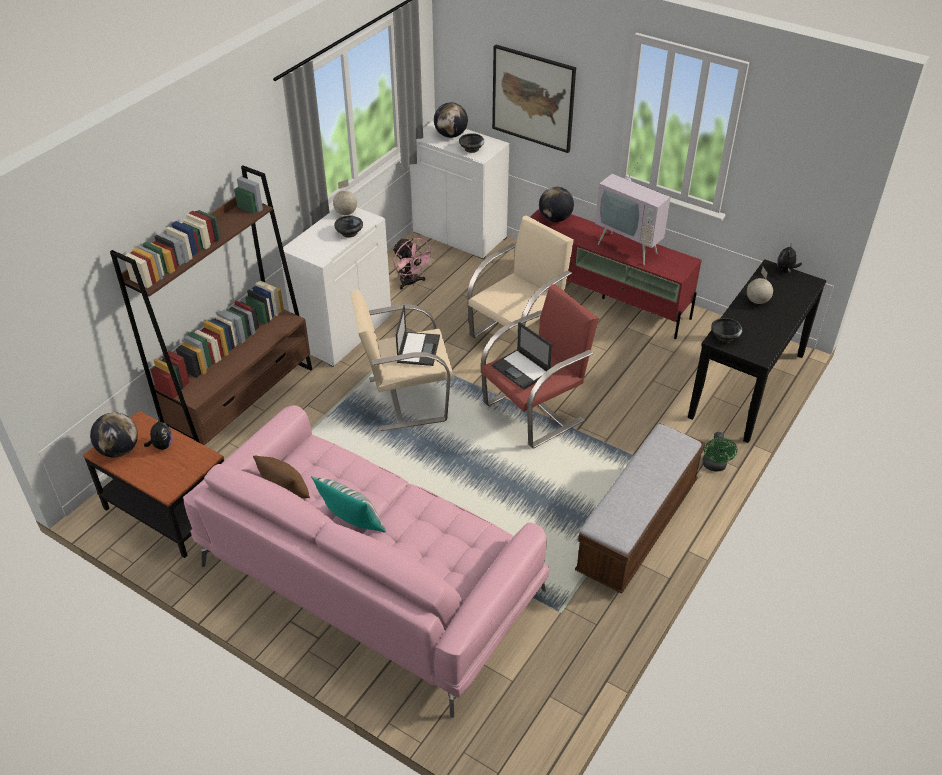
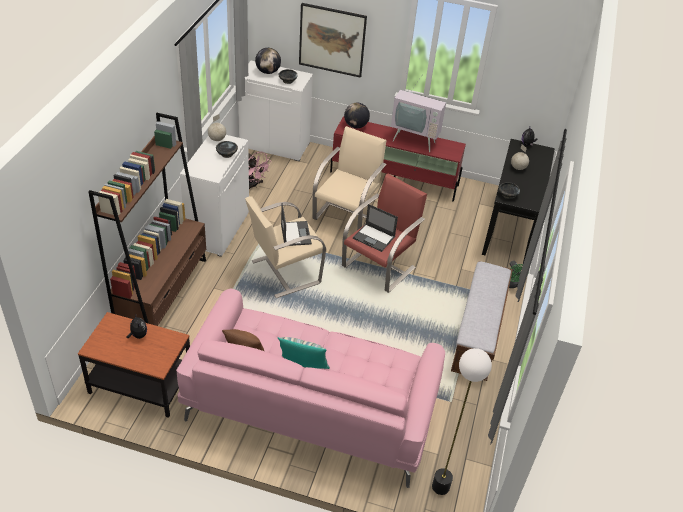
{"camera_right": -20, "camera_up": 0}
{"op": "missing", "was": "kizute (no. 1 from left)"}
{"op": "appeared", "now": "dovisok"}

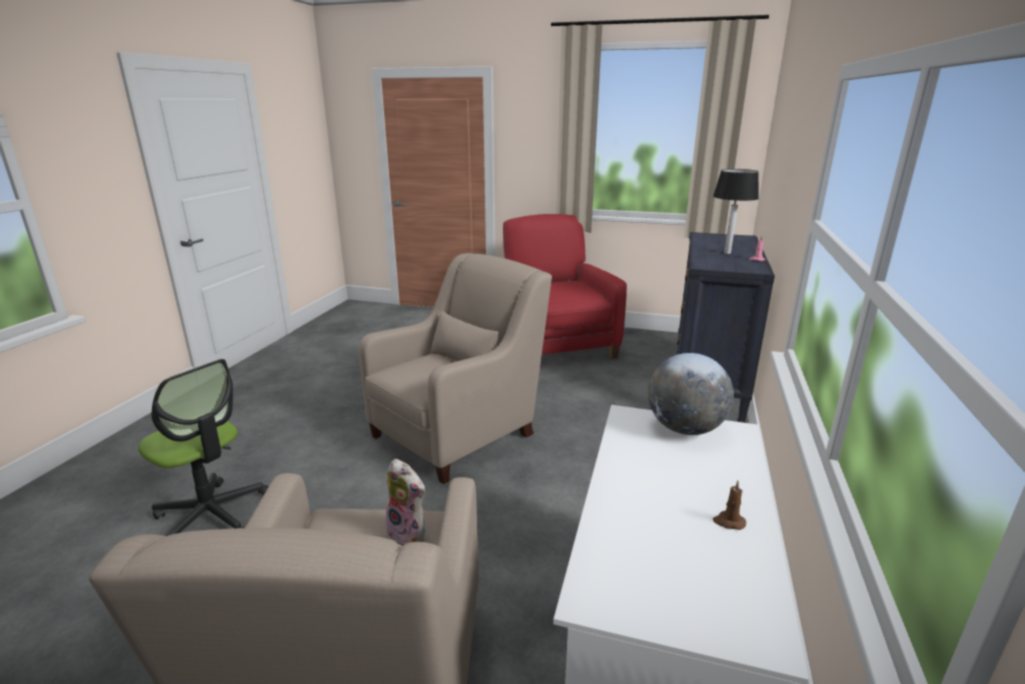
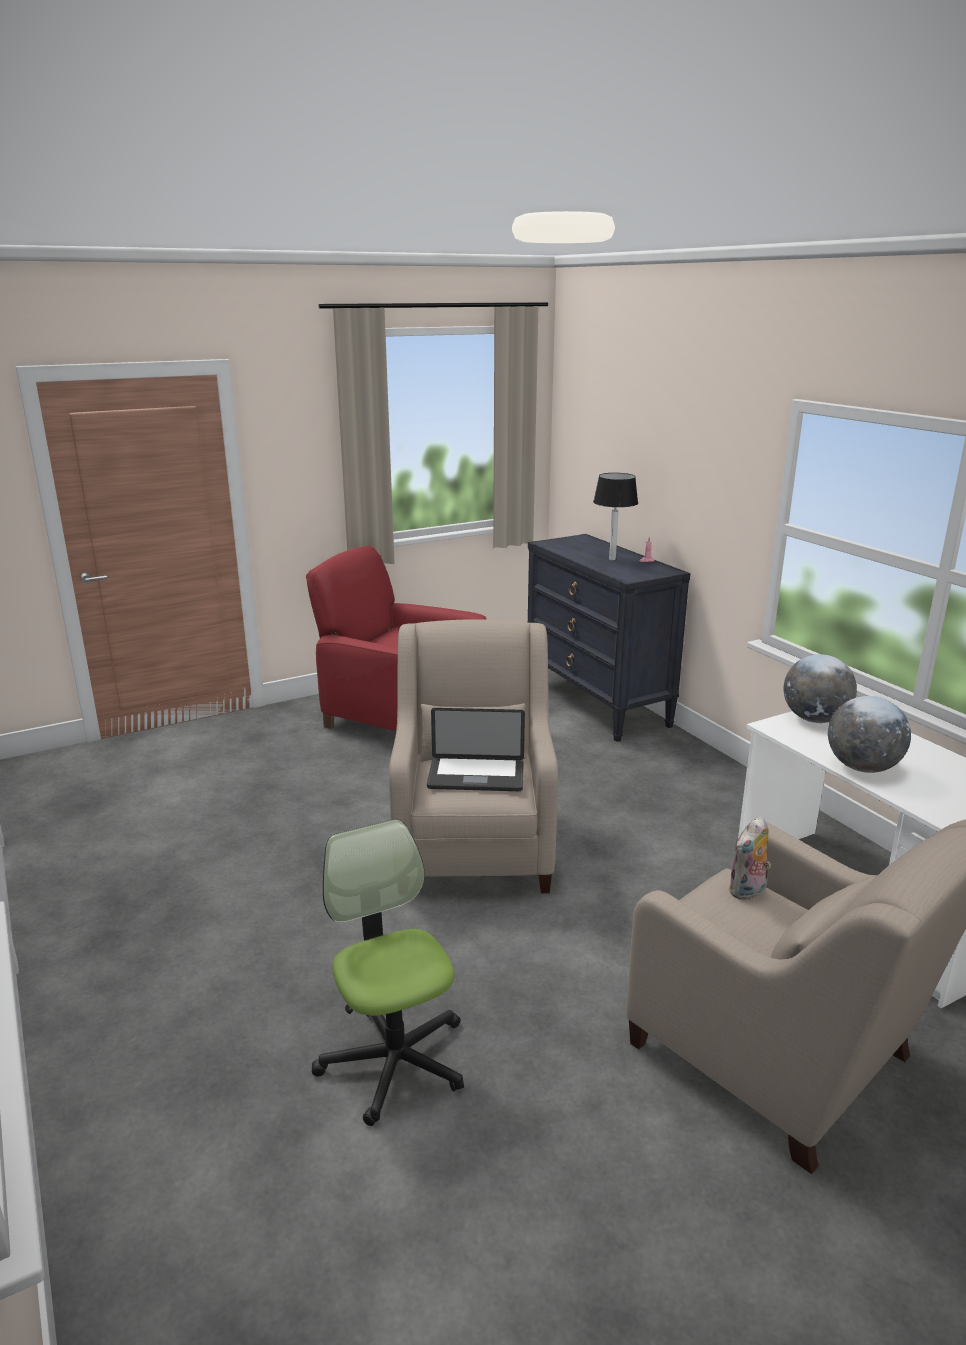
{"camera_right": -45, "camera_up": 0}
{"op": "missing", "was": "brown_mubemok"}
{"op": "appeared", "now": "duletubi"}
{"op": "appeared", "now": "kizute (no. 2 from left)"}
{"op": "spun", "was": "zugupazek", "clockwise": -105}
{"op": "spun", "was": "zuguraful", "clockwise": 150}

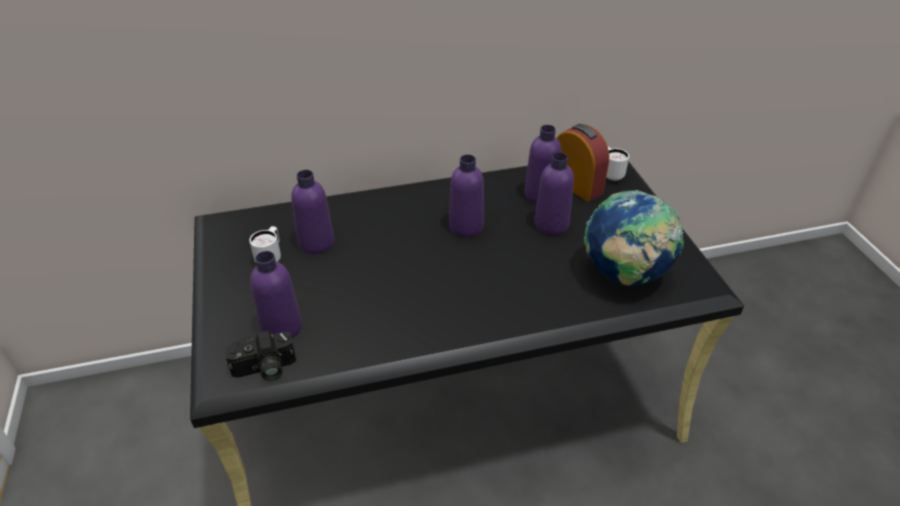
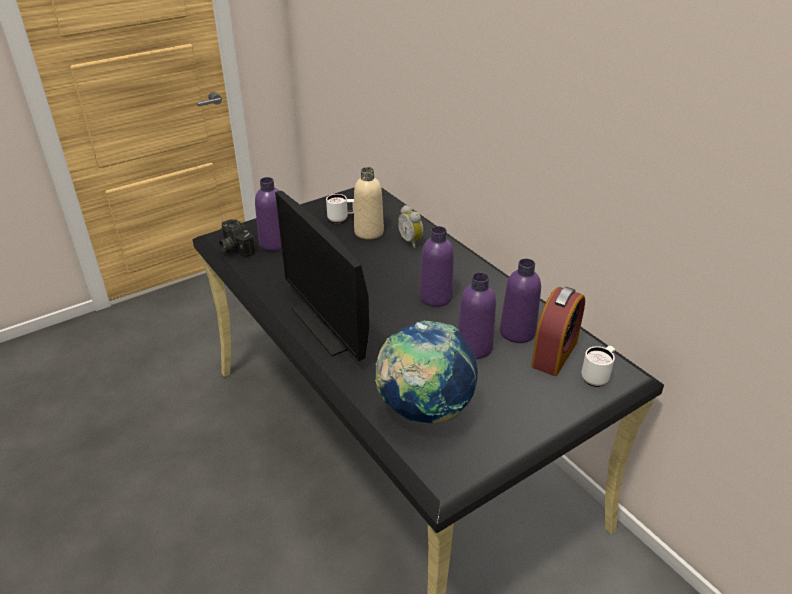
{"camera_right": 70, "camera_up": -5}
{"op": "appeared", "now": "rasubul"}
{"op": "appeared", "now": "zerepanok (no. 1 from left)"}
{"op": "colour", "was": "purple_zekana (no. 2 from left)", "now": "beige_zekana"}

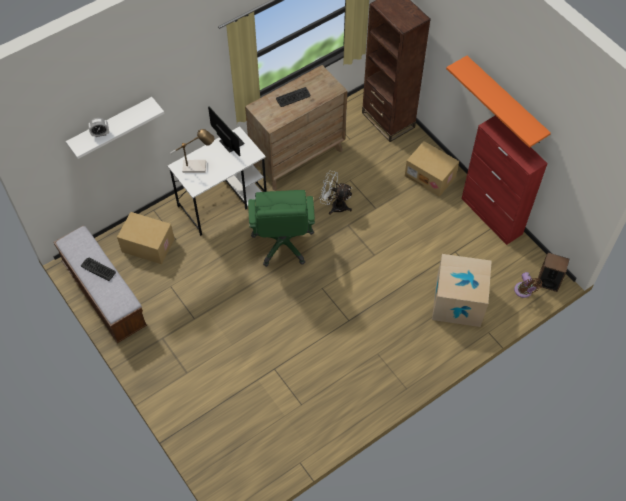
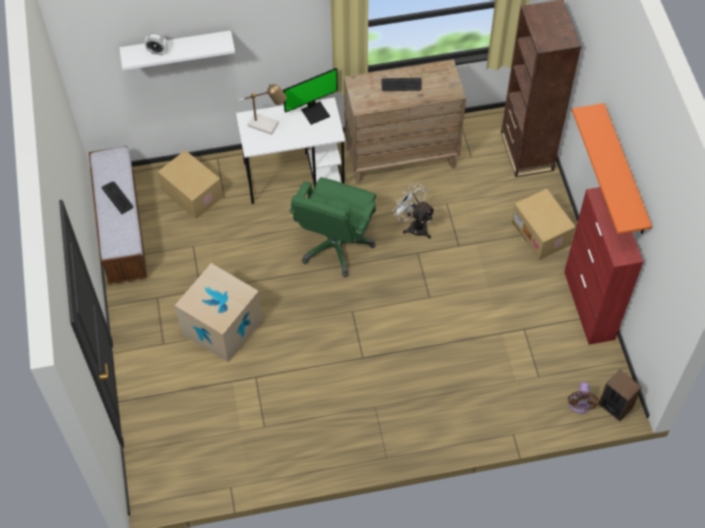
{"camera_right": 25, "camera_up": 0}
{"op": "relocated", "was": "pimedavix (no. 3 from left in the first image)", "now": "pimedavix (no. 2 from left)"}
{"op": "spun", "was": "rasubul", "clockwise": 75}

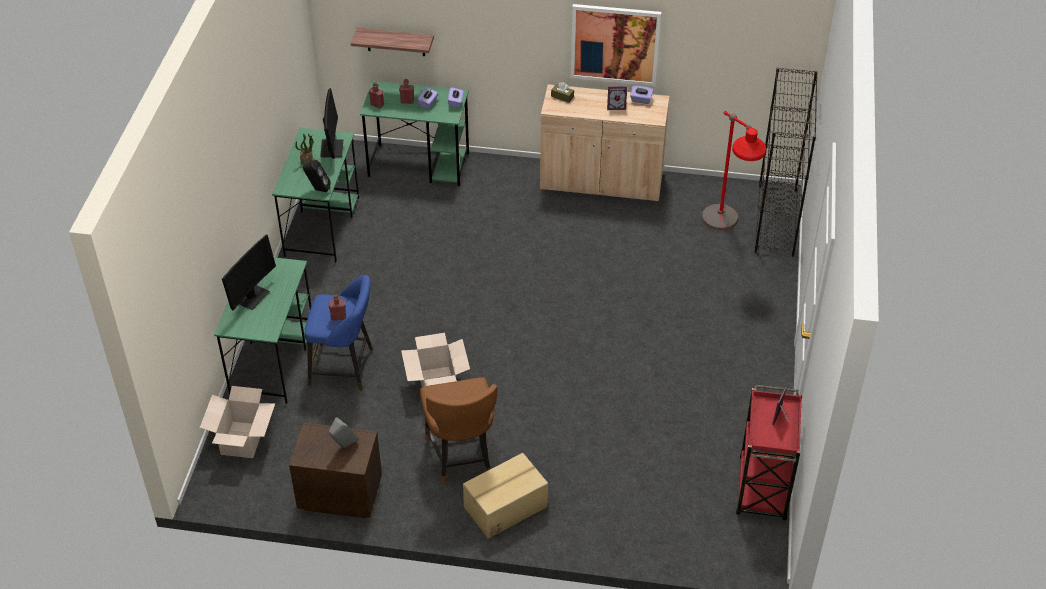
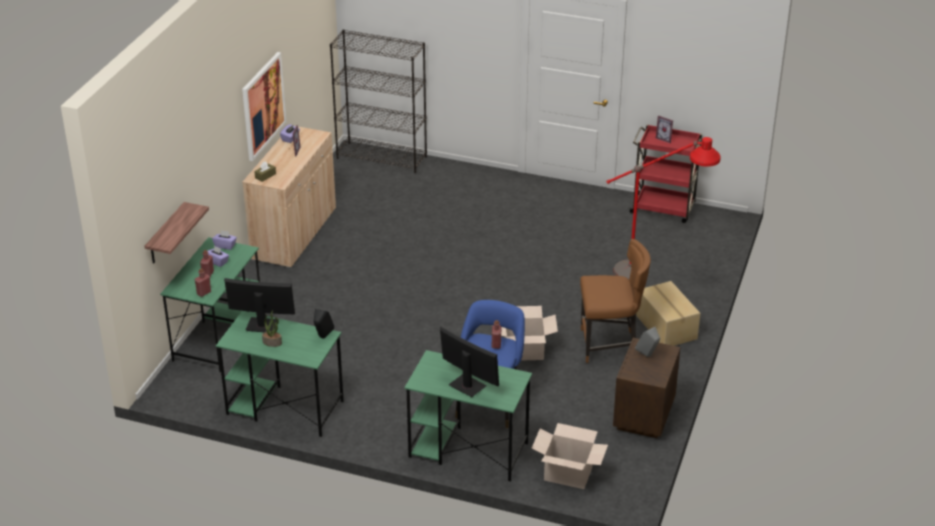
{"camera_right": -80, "camera_up": -10}
{"op": "relocated", "was": "red_dovisok"}

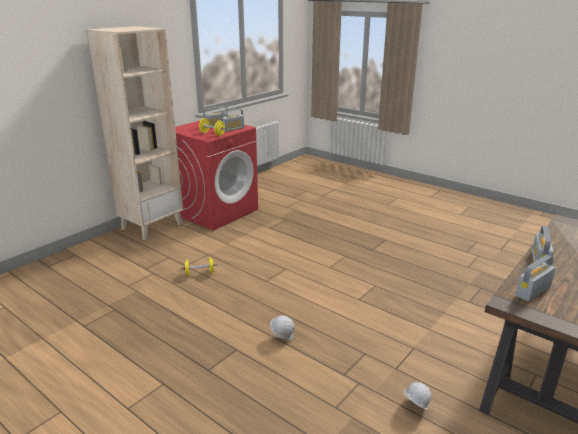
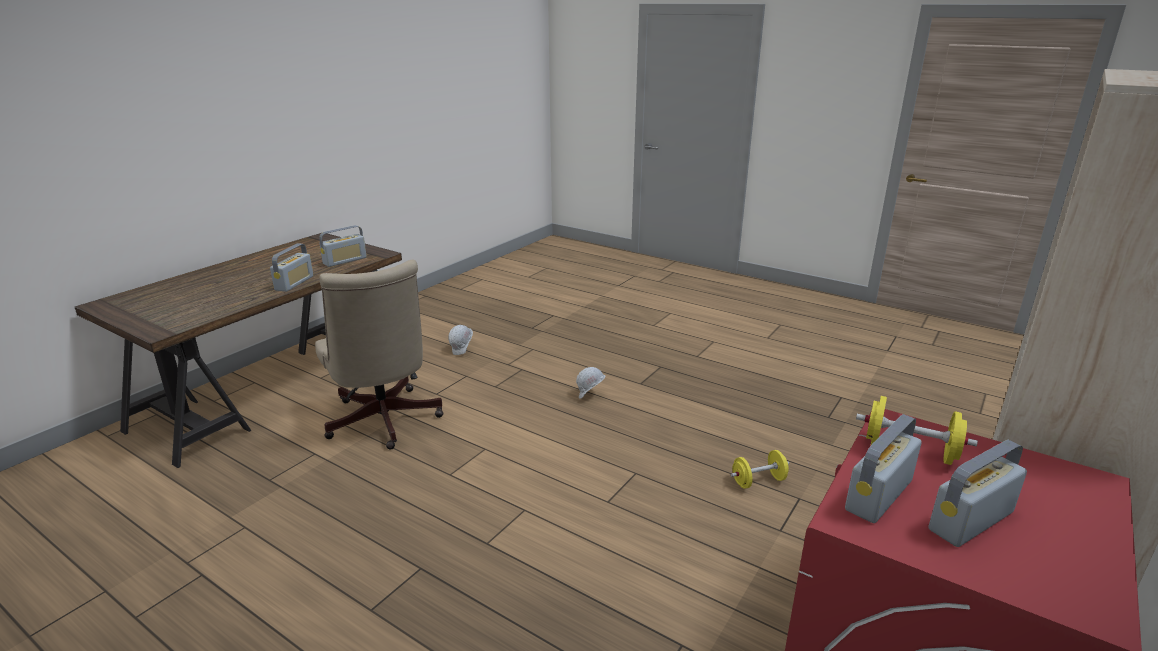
{"camera_right": 175, "camera_up": 0}
{"op": "appeared", "now": "beige_zugupazek"}

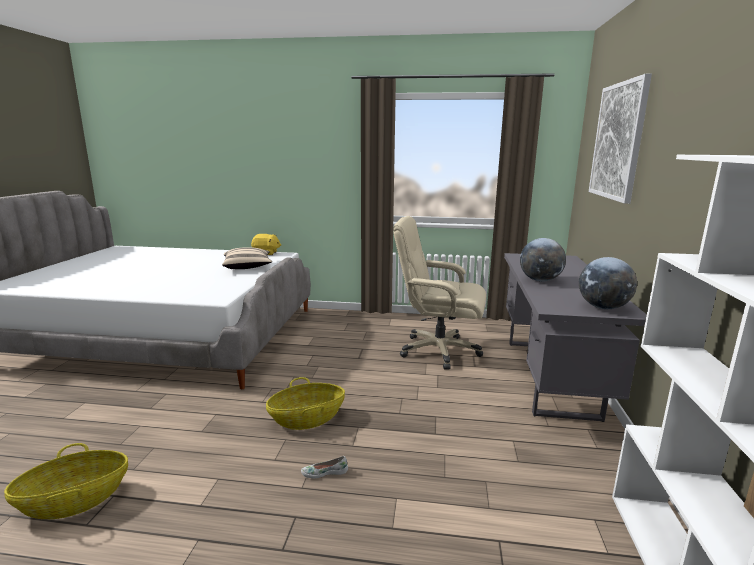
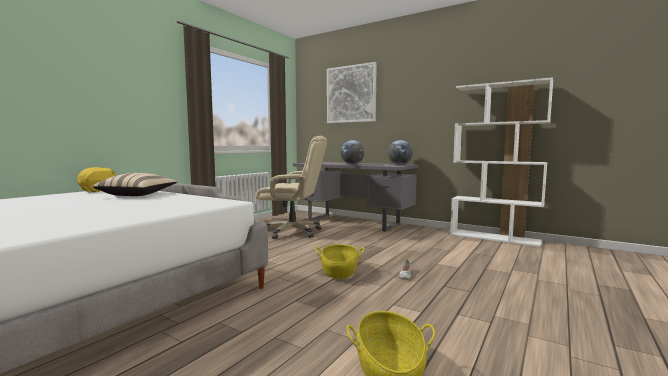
{"camera_right": -65, "camera_up": -10}
{"op": "spun", "was": "beige_zugupazek", "clockwise": -120}

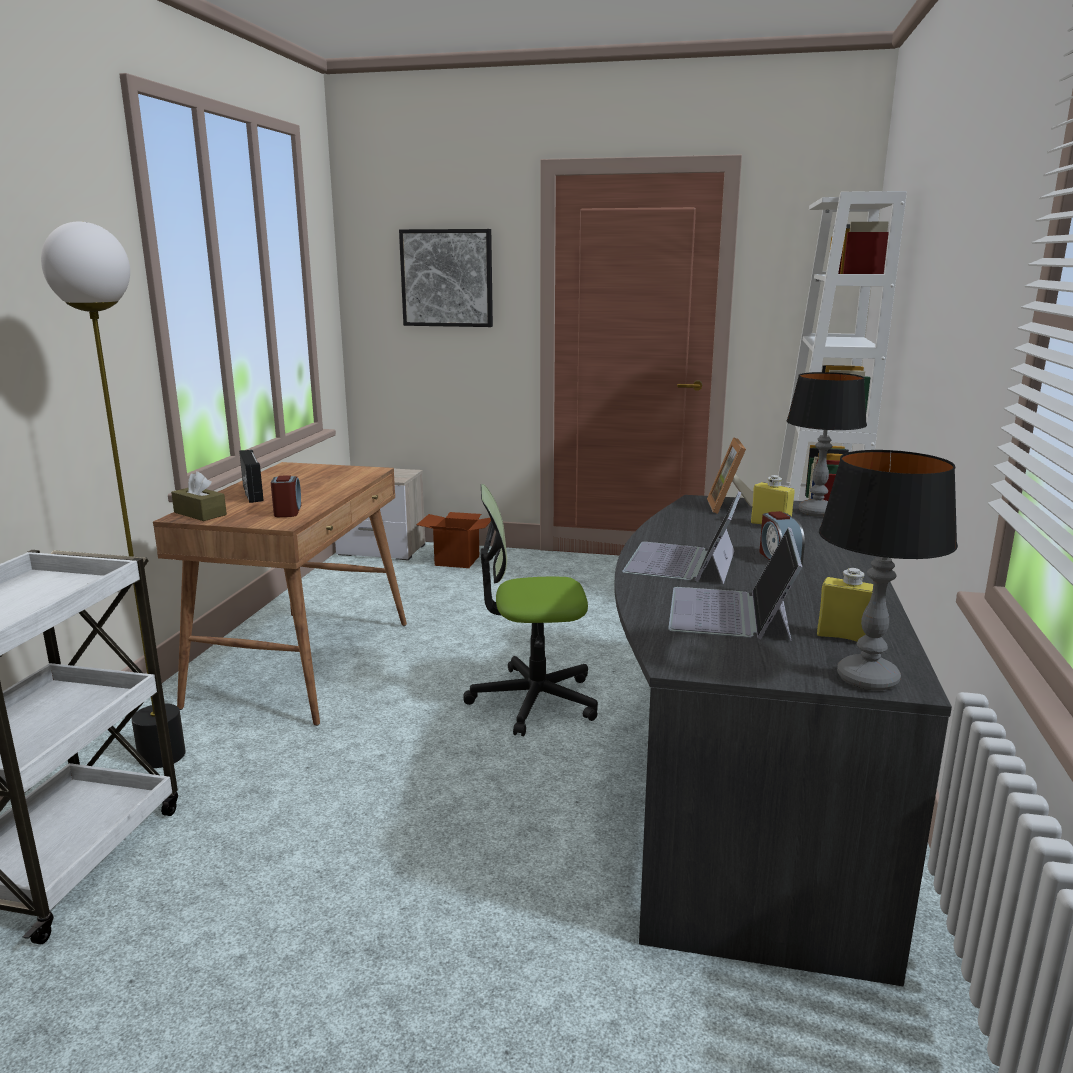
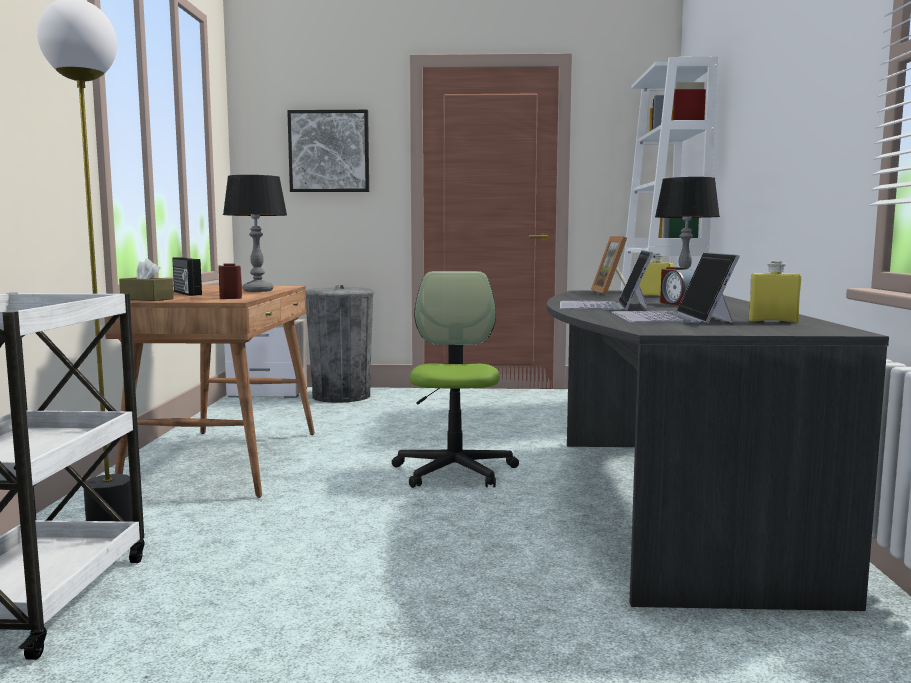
{"camera_right": -10, "camera_up": -10}
{"op": "relocated", "was": "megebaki (no. 2 from left in the first image)", "now": "megebaki (no. 1 from left)"}
{"op": "exchanged", "was": "pimedavix", "now": "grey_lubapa"}
{"op": "spun", "was": "zugupazek", "clockwise": 105}

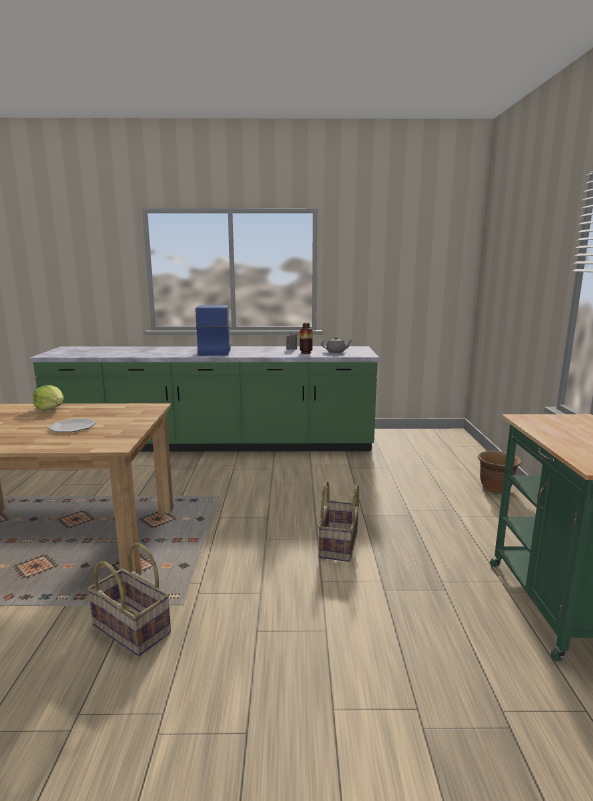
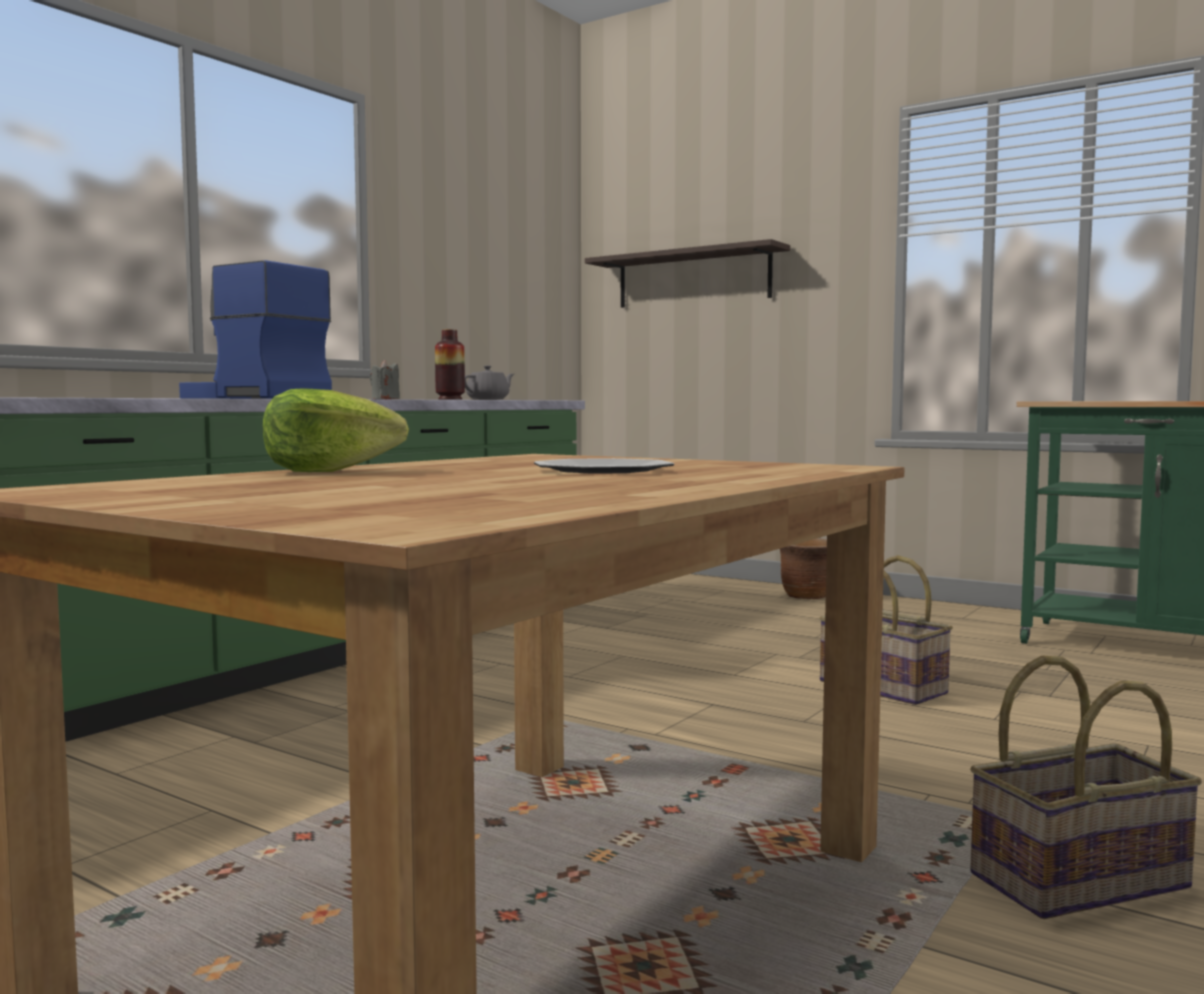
{"camera_right": -55, "camera_up": -10}
{"op": "appeared", "now": "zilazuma"}

